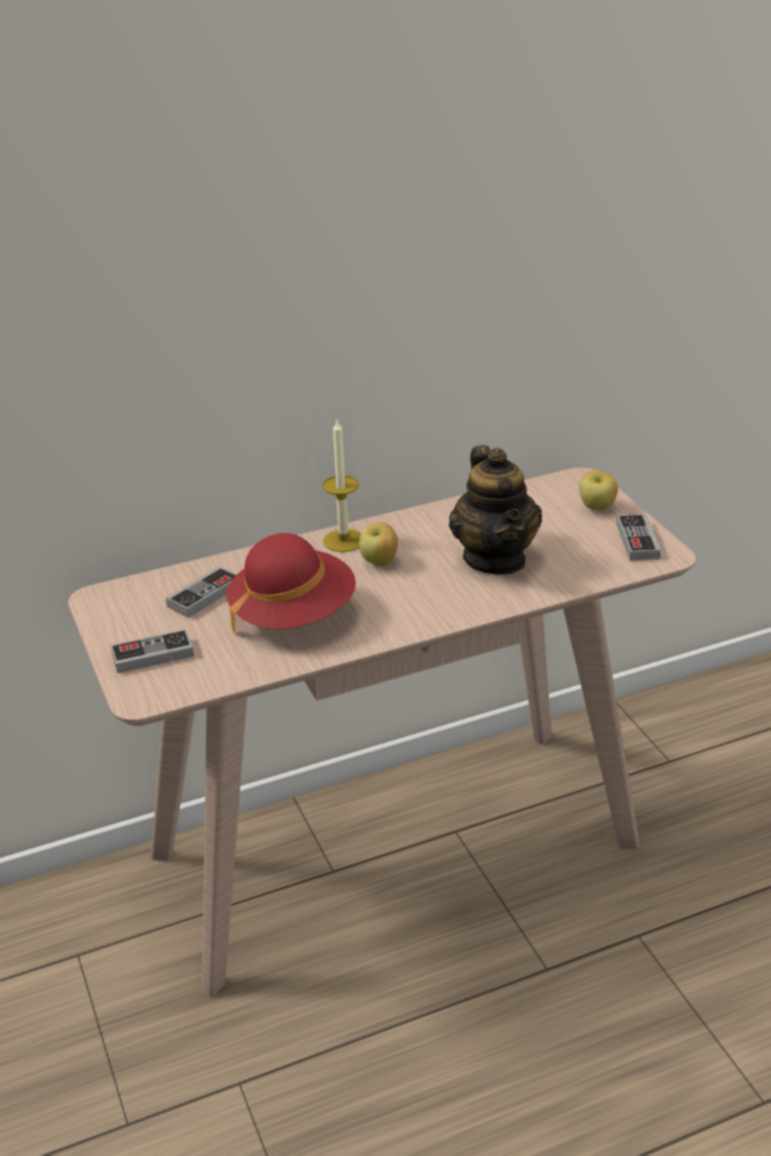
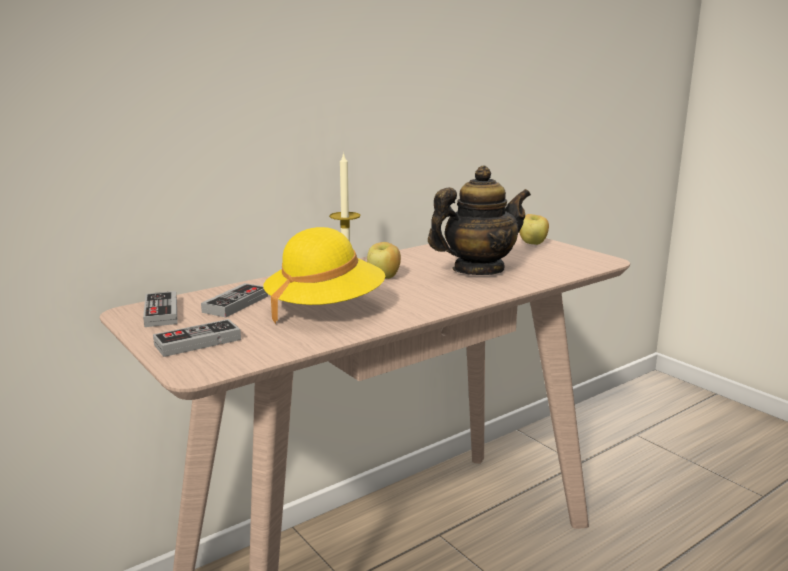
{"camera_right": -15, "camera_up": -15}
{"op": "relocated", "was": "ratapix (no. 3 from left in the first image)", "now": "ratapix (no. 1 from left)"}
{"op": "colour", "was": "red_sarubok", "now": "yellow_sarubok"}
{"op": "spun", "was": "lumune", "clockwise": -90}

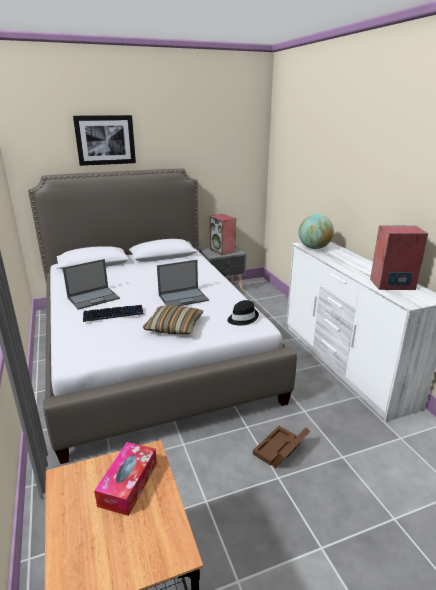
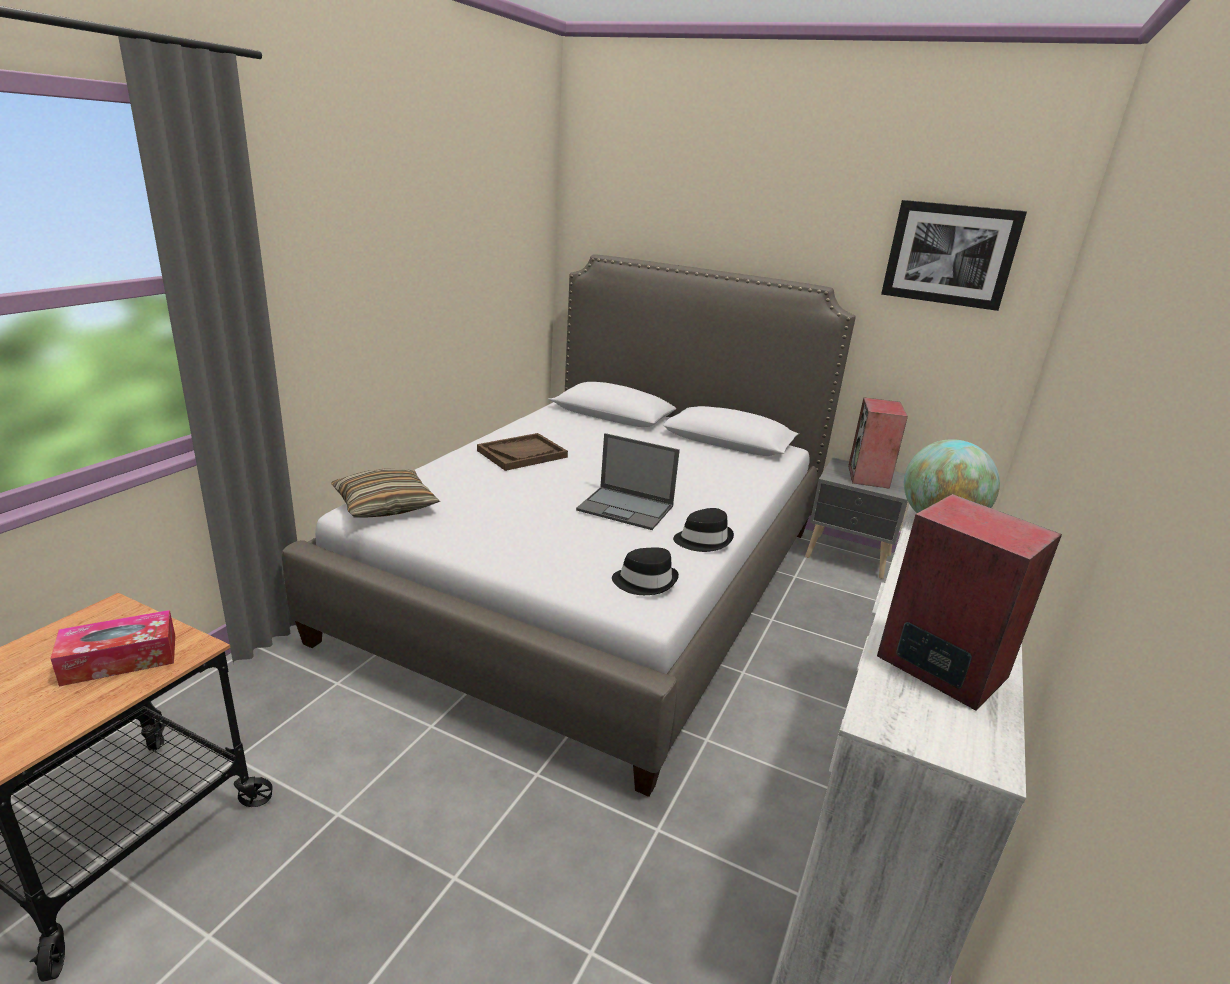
{"camera_right": 45, "camera_up": 0}
{"op": "missing", "was": "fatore"}
{"op": "missing", "was": "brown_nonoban"}
{"op": "appeared", "now": "black_sarubok (no. 2 from left)"}
{"op": "relocated", "was": "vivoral"}
{"op": "relocated", "was": "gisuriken"}
{"op": "exchanged", "was": "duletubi (no. 1 from left)", "now": "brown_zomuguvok"}

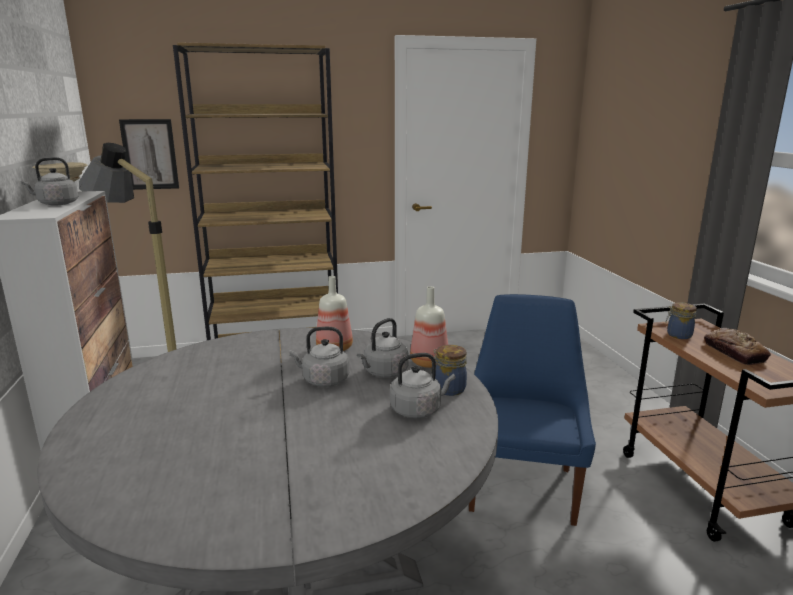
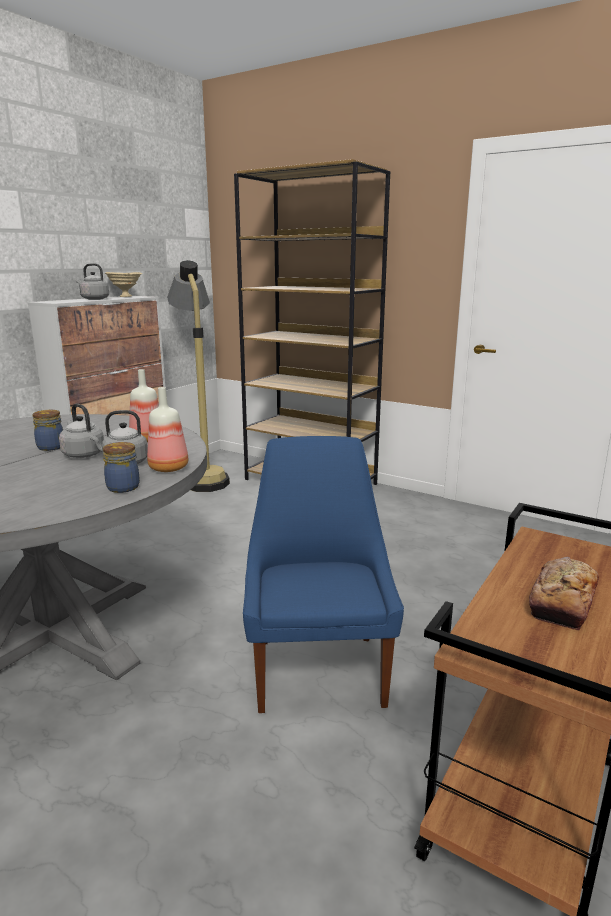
{"camera_right": 45, "camera_up": 0}
{"op": "missing", "was": "vivoral"}
{"op": "missing", "was": "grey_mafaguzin (no. 4 from left)"}
{"op": "relocated", "was": "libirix (no. 2 from left in the first image)", "now": "libirix (no. 1 from left)"}
{"op": "spun", "was": "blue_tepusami", "clockwise": -60}

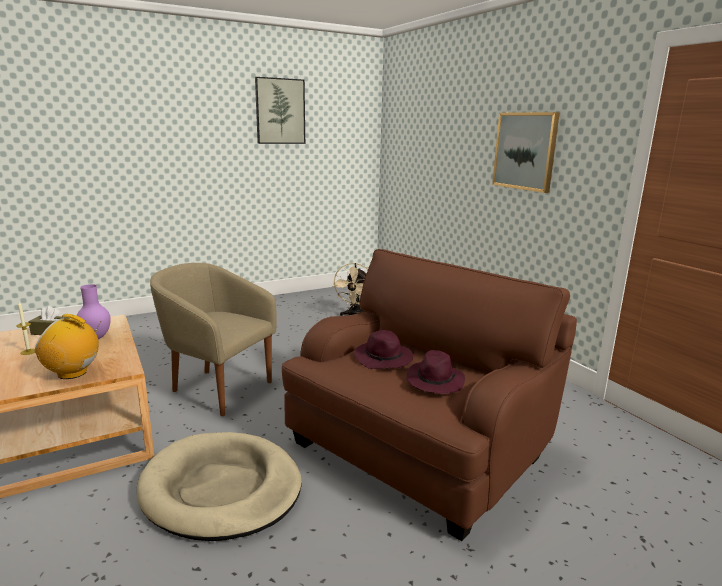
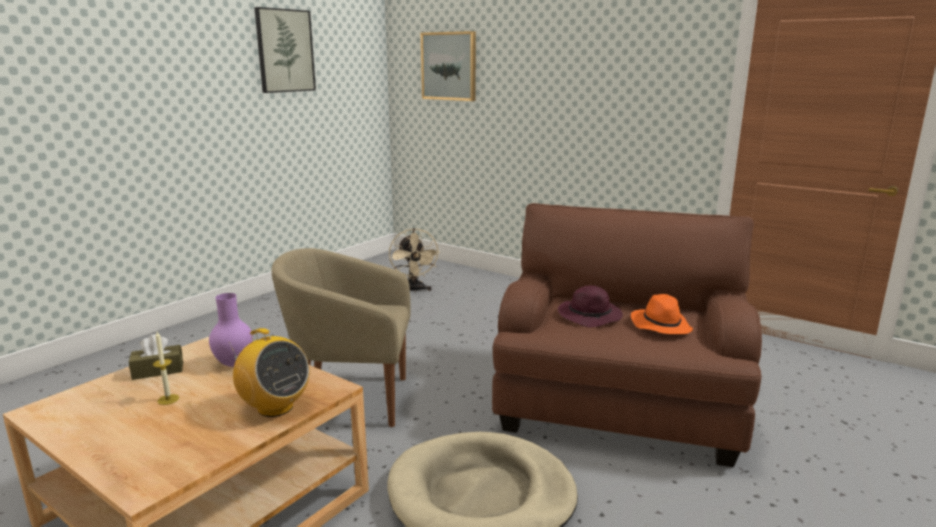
{"camera_right": -25, "camera_up": 0}
{"op": "relocated", "was": "vivoral (no. 2 from left)"}
{"op": "colour", "was": "purple_sarubok (no. 2 from left)", "now": "orange_sarubok"}
{"op": "spun", "was": "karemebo", "clockwise": -120}

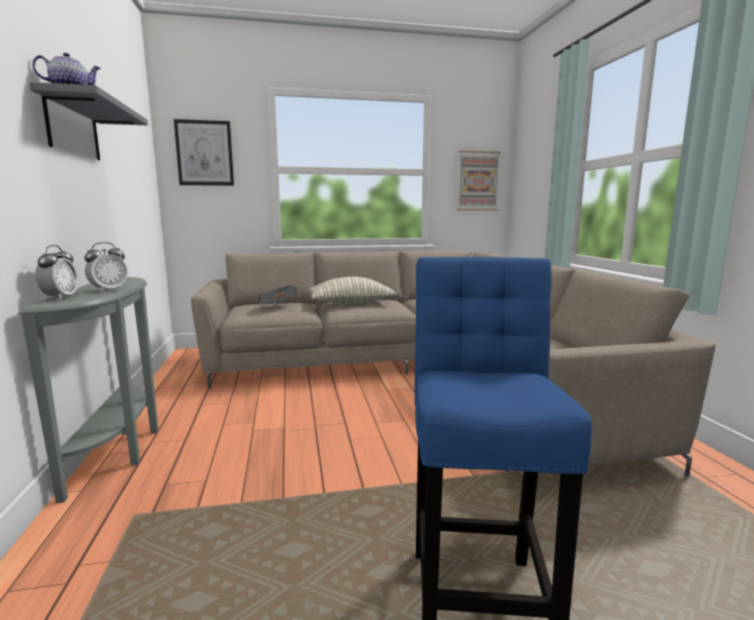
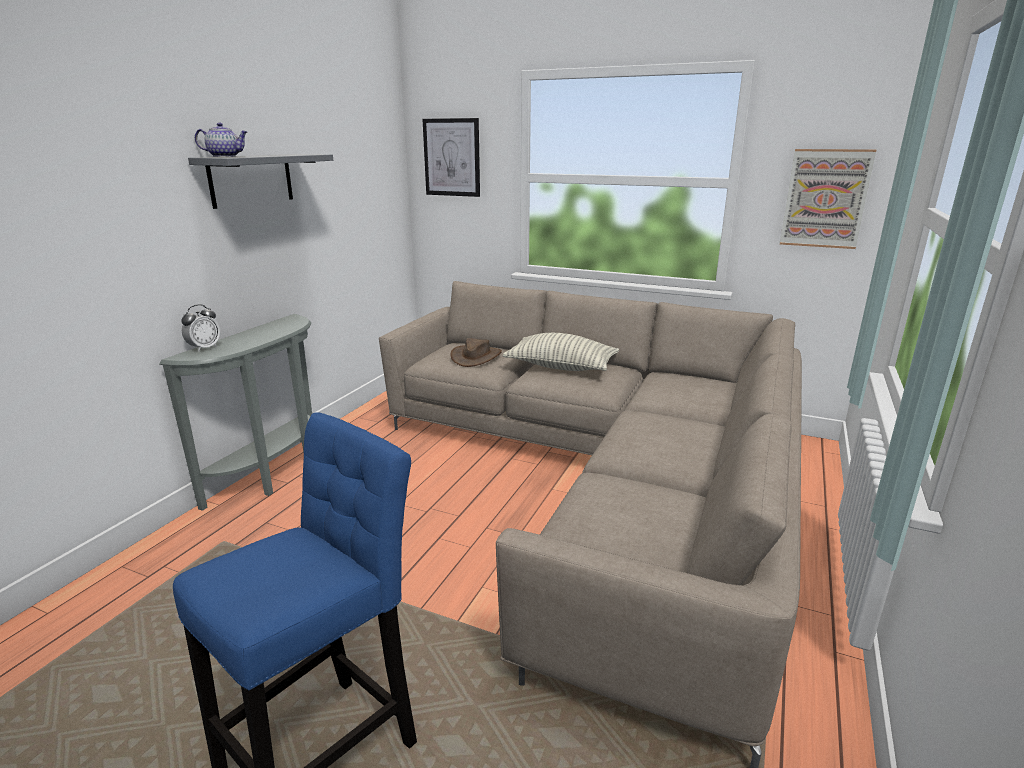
{"camera_right": 35, "camera_up": 10}
{"op": "missing", "was": "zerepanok (no. 2 from left)"}
{"op": "exchanged", "was": "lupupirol", "now": "brown_sarubok"}

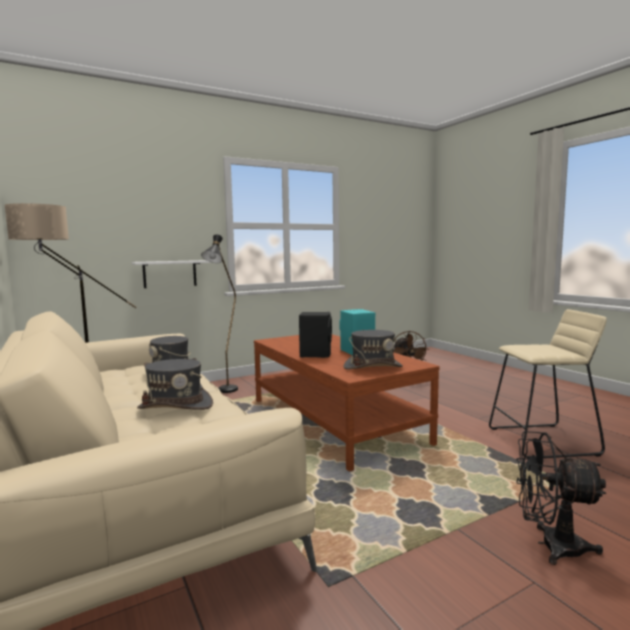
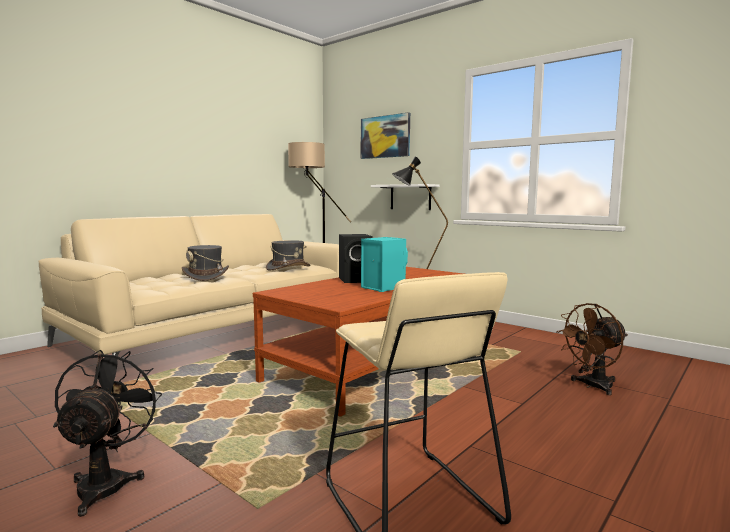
{"camera_right": 70, "camera_up": 0}
{"op": "missing", "was": "grey_sarubok (no. 3 from left)"}
{"op": "appeared", "now": "vivoral"}

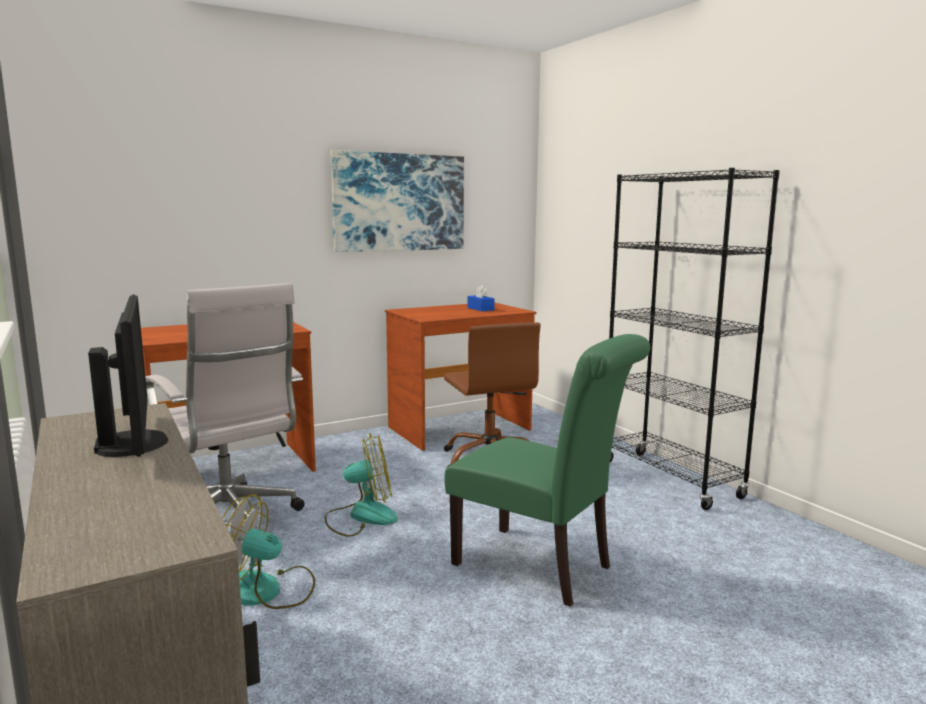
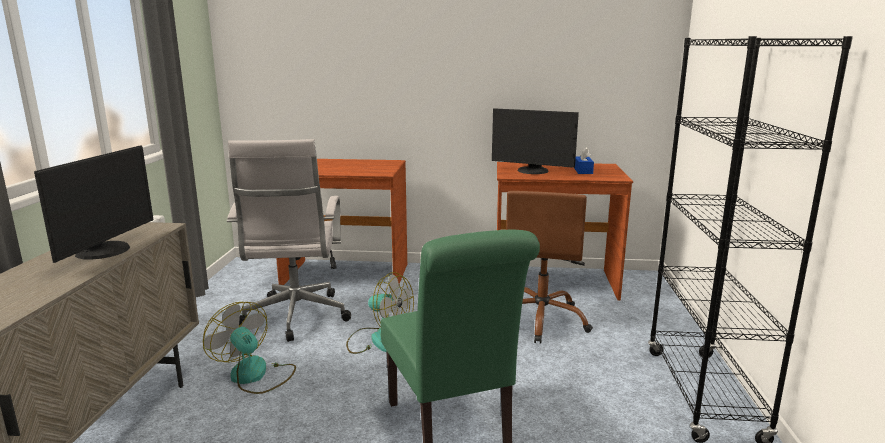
{"camera_right": 35, "camera_up": 5}
{"op": "missing", "was": "vivoral"}
{"op": "appeared", "now": "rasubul (no. 2 from left)"}

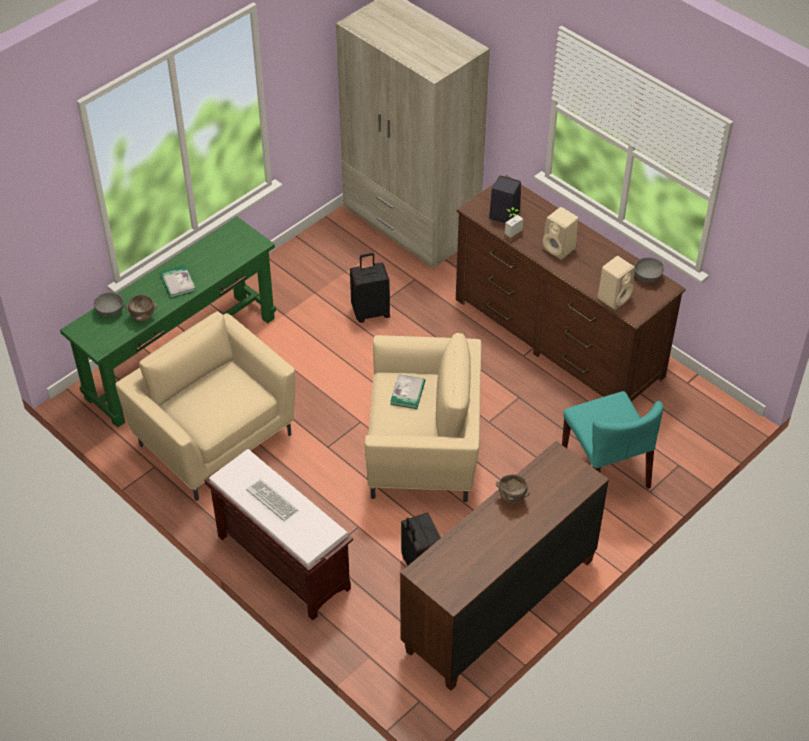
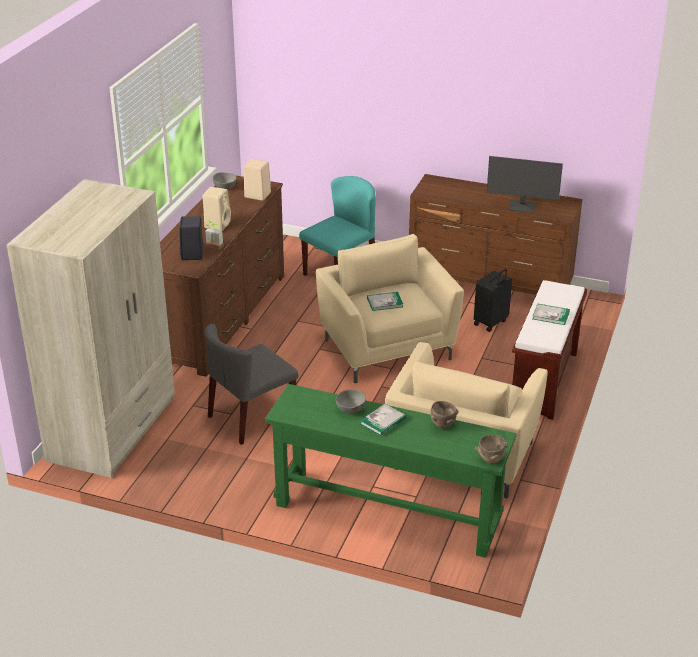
{"camera_right": -115, "camera_up": -15}
{"op": "appeared", "now": "rasubul"}
{"op": "relocated", "was": "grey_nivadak (no. 1 from left in the first image)", "now": "grey_nivadak (no. 2 from left)"}
{"op": "relocated", "was": "brown_nivadak (no. 2 from left)"}
{"op": "exchanged", "was": "fatore", "now": "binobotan (no. 3 from left)"}
{"op": "exchanged", "was": "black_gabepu (no. 1 from left)", "now": "grey_tepusami"}

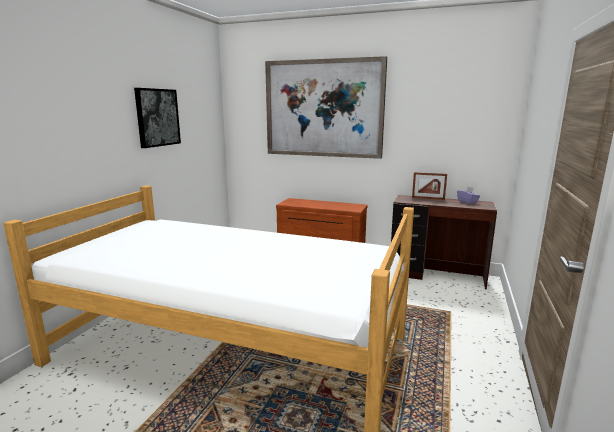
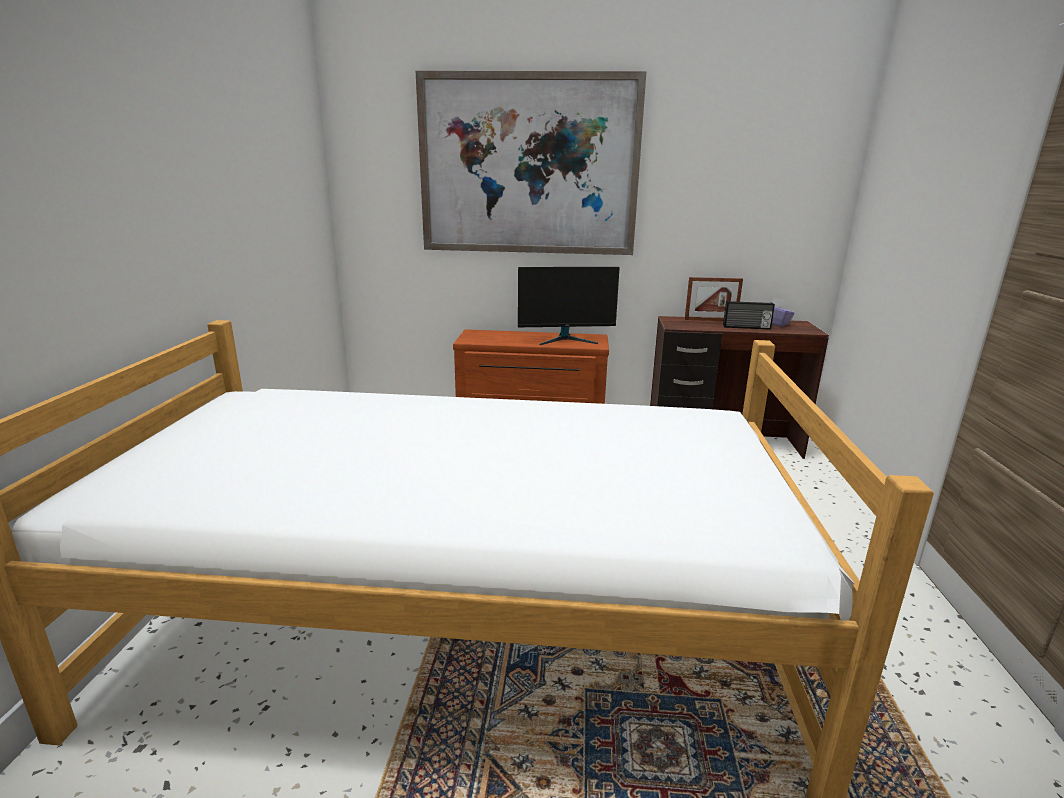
{"camera_right": -15, "camera_up": 5}
{"op": "missing", "was": "vivoral (no. 1 from left)"}
{"op": "appeared", "now": "rasubul"}
{"op": "appeared", "now": "karemebo"}

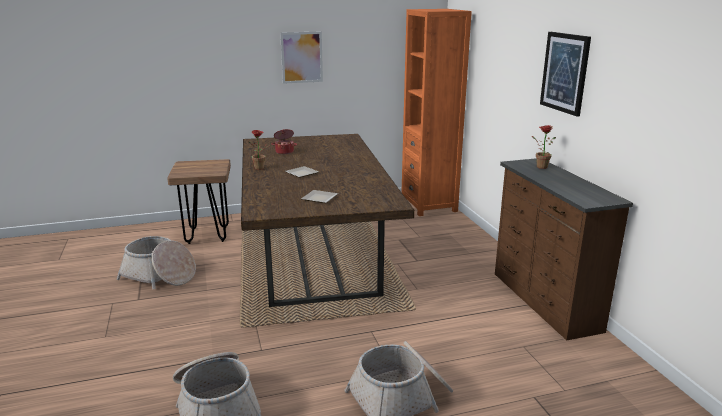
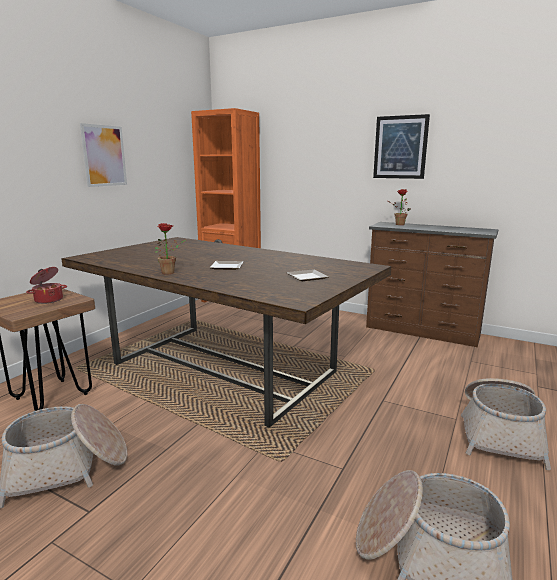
{"camera_right": -45, "camera_up": -5}
{"op": "relocated", "was": "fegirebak"}

